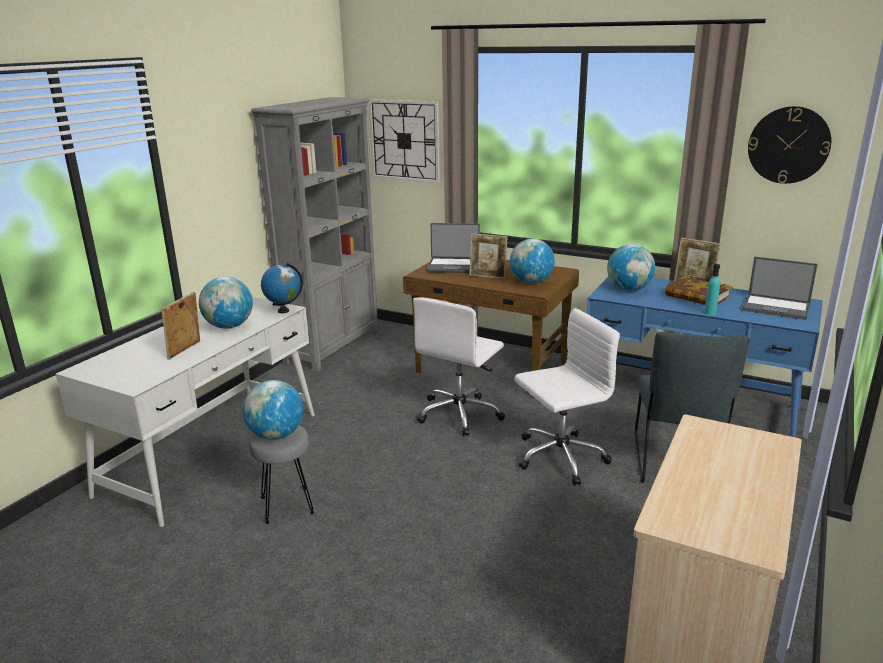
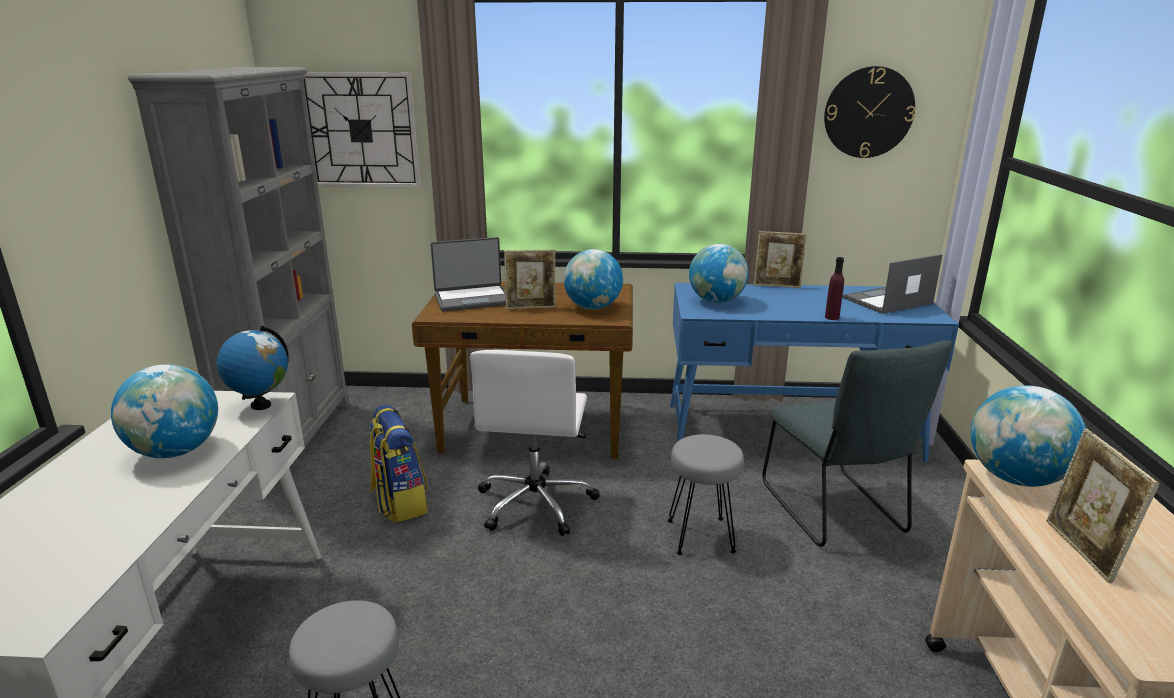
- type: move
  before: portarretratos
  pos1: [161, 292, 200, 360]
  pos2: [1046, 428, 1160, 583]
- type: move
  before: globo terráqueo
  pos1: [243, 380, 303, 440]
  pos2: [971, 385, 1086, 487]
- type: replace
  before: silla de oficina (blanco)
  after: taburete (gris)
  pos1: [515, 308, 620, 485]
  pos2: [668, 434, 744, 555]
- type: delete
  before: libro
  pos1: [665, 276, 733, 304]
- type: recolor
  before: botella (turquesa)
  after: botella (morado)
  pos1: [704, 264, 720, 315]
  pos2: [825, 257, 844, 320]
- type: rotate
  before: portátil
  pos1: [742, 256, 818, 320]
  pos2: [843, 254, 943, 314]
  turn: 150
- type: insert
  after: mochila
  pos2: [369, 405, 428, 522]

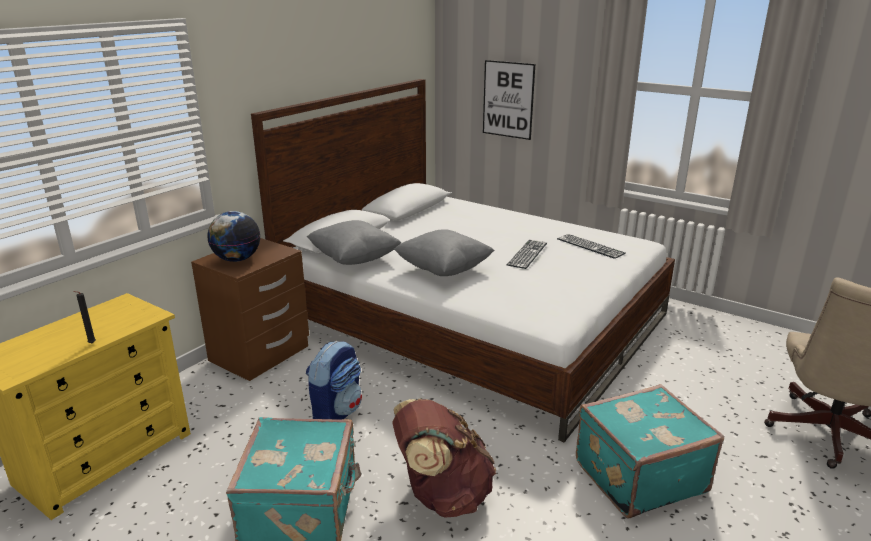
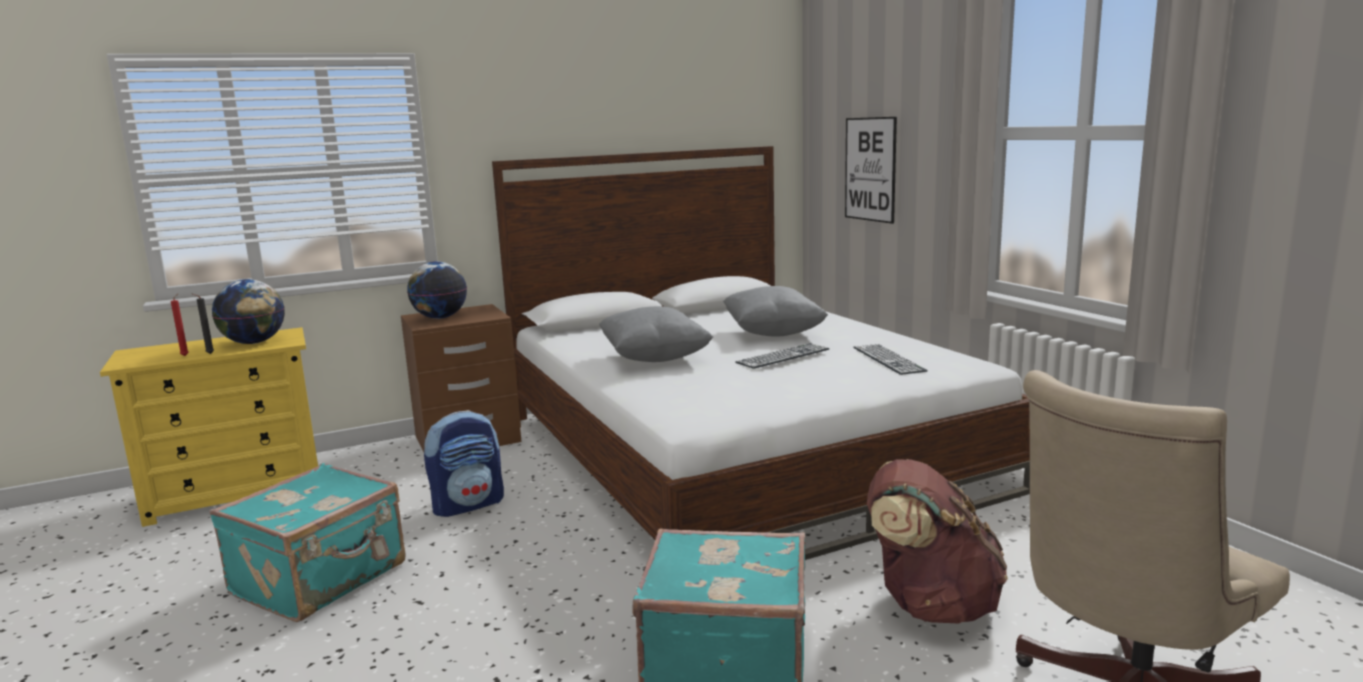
- type: move
  before: cojín (gris)
  pos1: [307, 220, 401, 265]
  pos2: [723, 286, 828, 337]
- type: move
  before: mochila (marrón)
  pos1: [392, 399, 496, 518]
  pos2: [867, 459, 1008, 623]
- type: insert
  after: vela (rojo)
  pos2: [171, 293, 189, 356]
- type: insert
  after: globo terráqueo
  pos2: [212, 279, 285, 344]

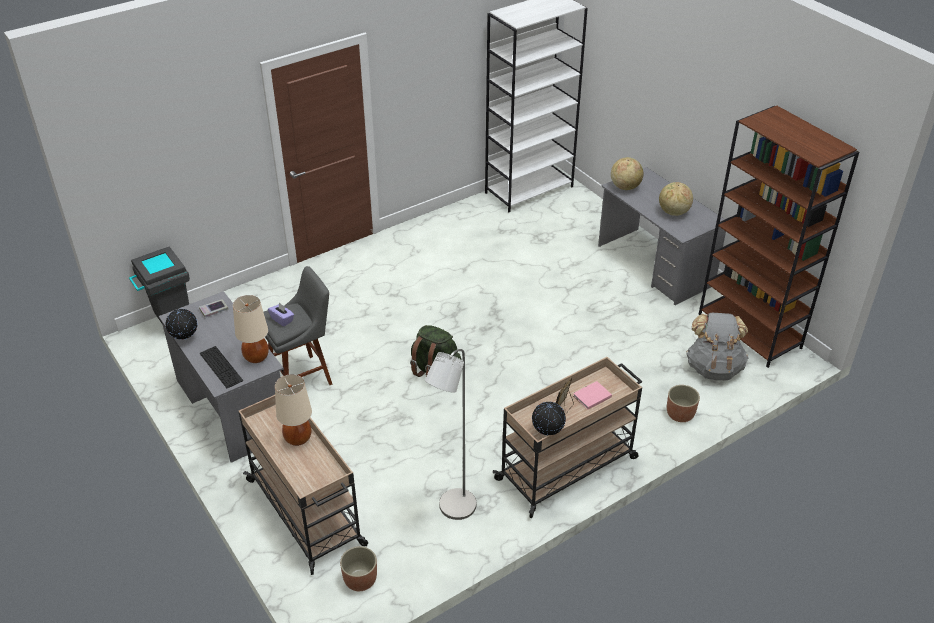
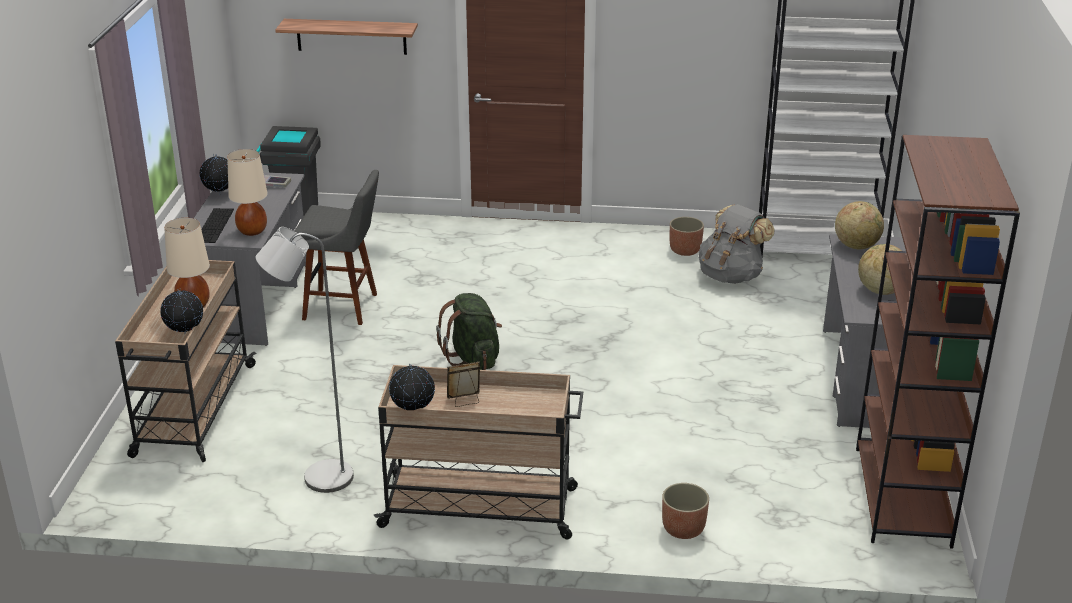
- type: delete
  before: caja de pañuelos (morado)
  pos1: [268, 303, 294, 326]
- type: move
  before: maceta
  pos1: [340, 546, 377, 591]
  pos2: [670, 217, 704, 256]
- type: delete
  before: libro (rosa)
  pos1: [573, 381, 612, 410]
- type: move
  before: mochila (gris)
  pos1: [686, 313, 748, 380]
  pos2: [698, 204, 775, 284]
- type: insert
  after: globo terráqueo
  pos2: [160, 289, 203, 334]
- type: insert
  after: estante
  pos2: [275, 19, 418, 55]

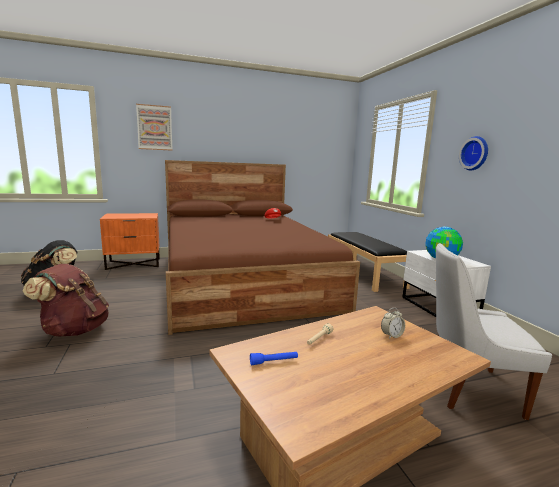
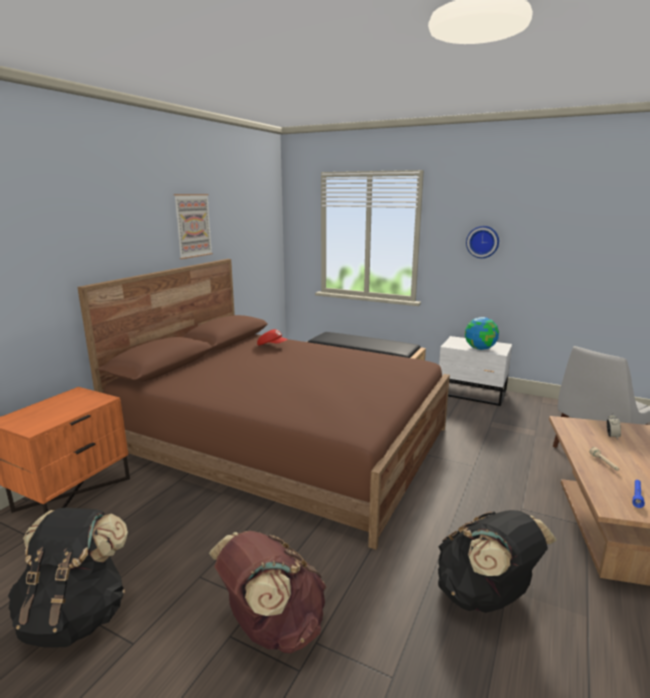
- type: move
  before: cuadro
  pos1: [136, 104, 173, 151]
  pos2: [174, 194, 213, 259]
- type: insert
  after: mochila (negro)
  pos2: [438, 510, 556, 613]

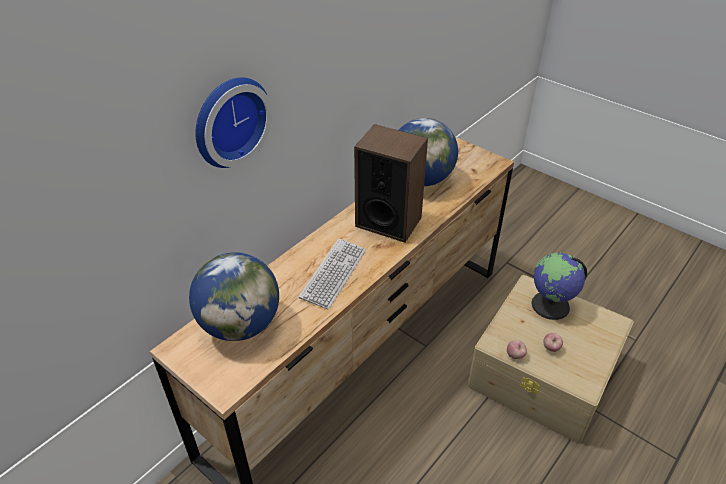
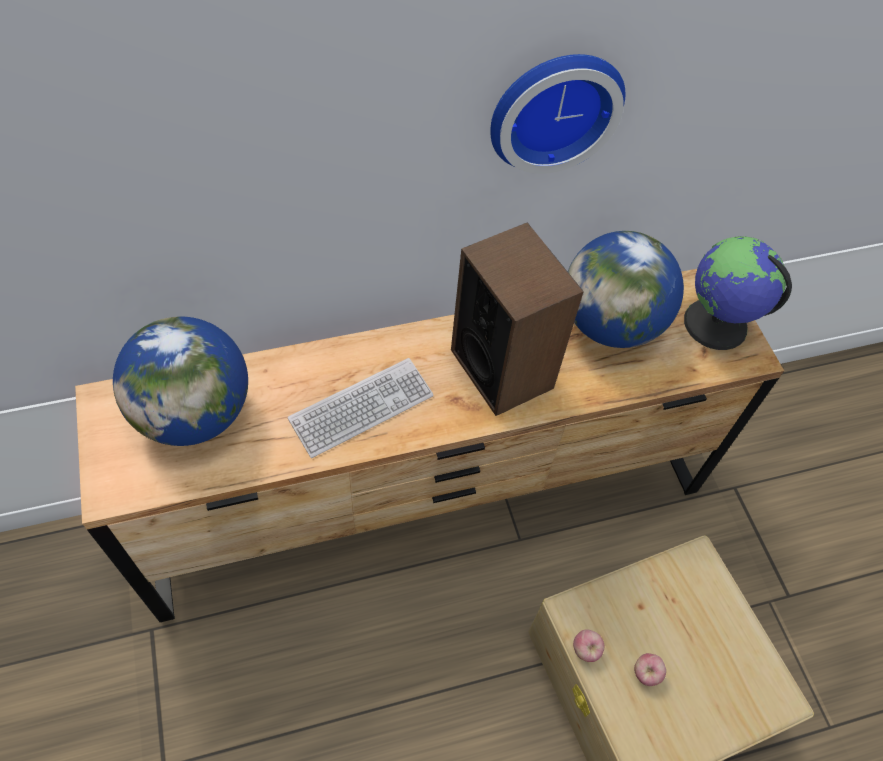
- type: move
  before: reloj de pared
  pos1: [195, 78, 272, 168]
  pos2: [491, 54, 626, 174]
- type: move
  before: globo terráqueo
  pos1: [531, 253, 587, 320]
  pos2: [684, 236, 792, 350]

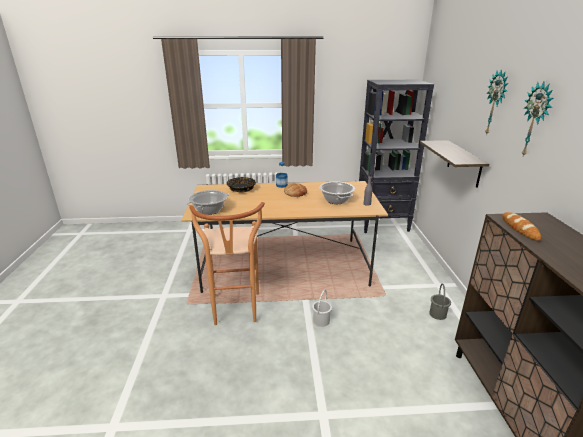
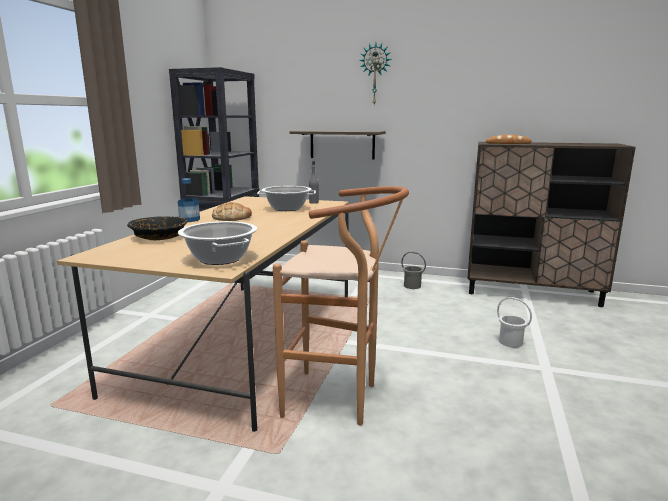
- type: move
  before: cubo (blanco)
  pos1: [312, 290, 332, 327]
  pos2: [497, 297, 532, 348]
- type: delete
  before: reloj de pared
  pos1: [521, 82, 553, 156]

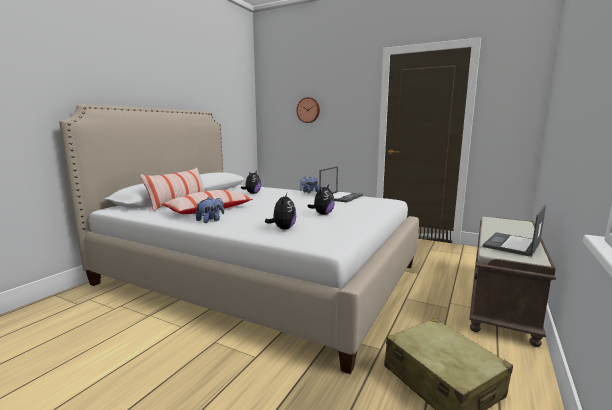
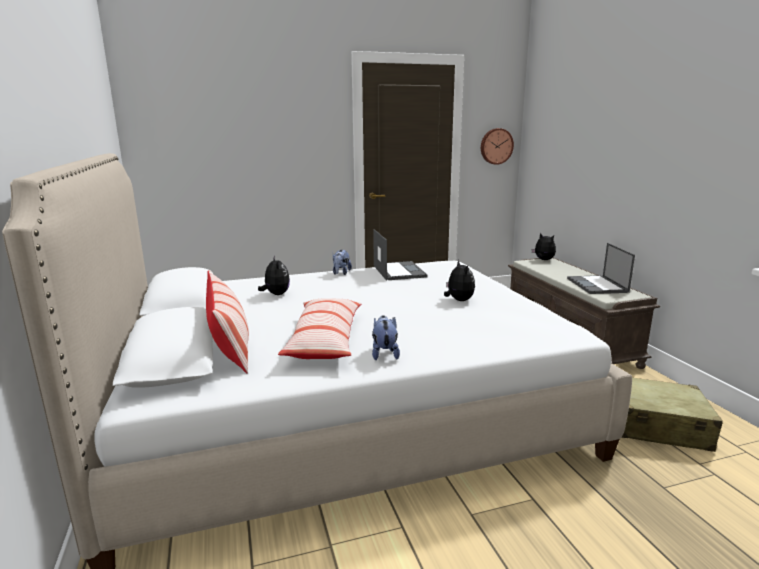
- type: move
  before: peluche
  pos1: [265, 193, 296, 229]
  pos2: [531, 233, 556, 260]
- type: move
  before: reloj de pared
  pos1: [296, 97, 320, 123]
  pos2: [481, 128, 514, 165]

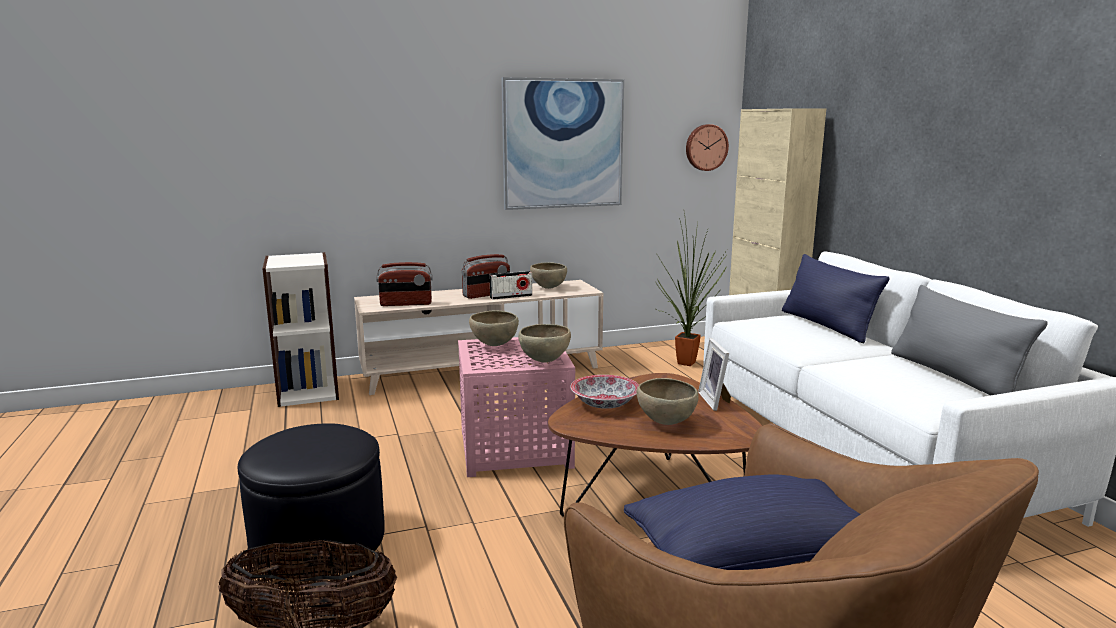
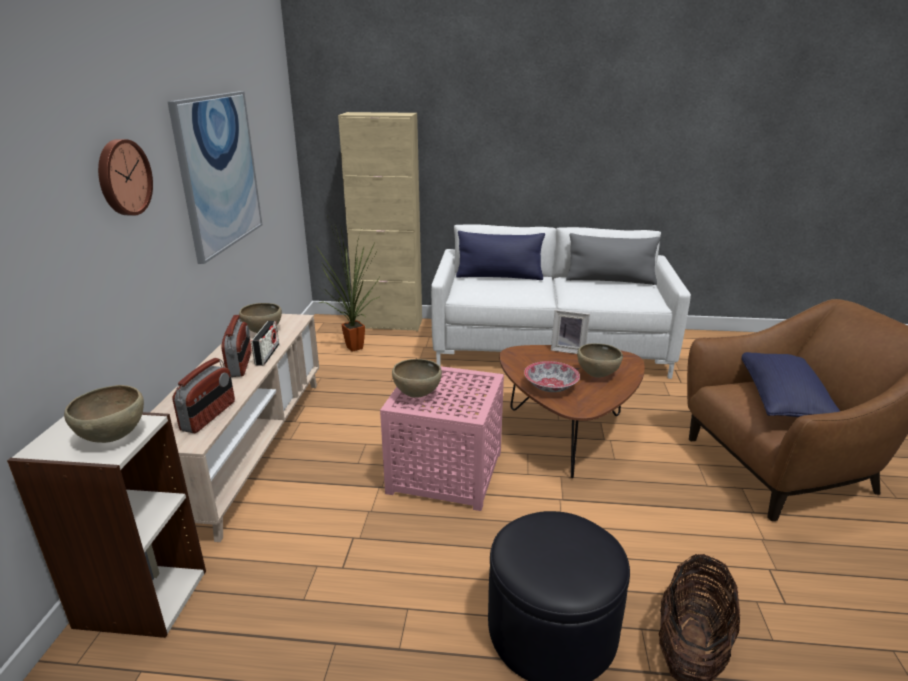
- type: move
  before: cuenco (marrón)
  pos1: [518, 324, 571, 363]
  pos2: [64, 385, 144, 443]
- type: move
  before: reloj de pared
  pos1: [686, 124, 729, 171]
  pos2: [98, 139, 153, 216]

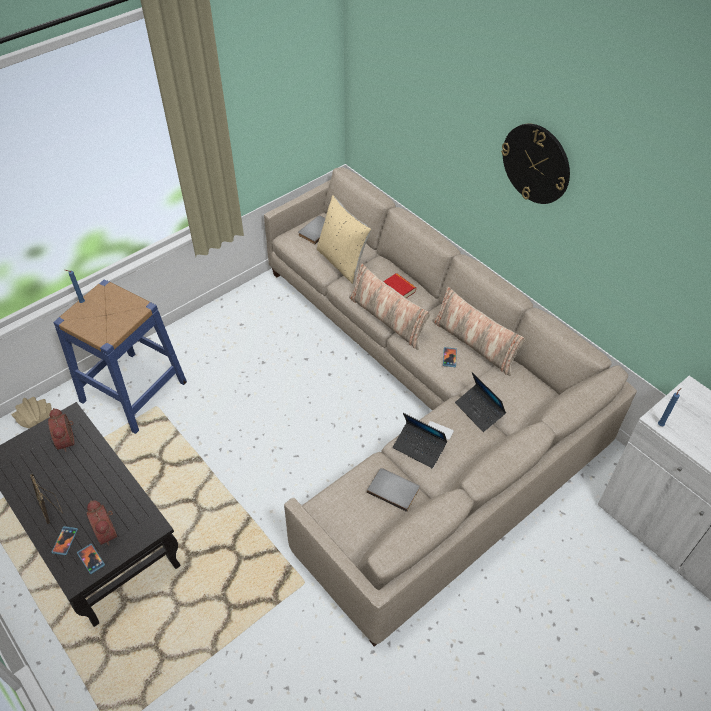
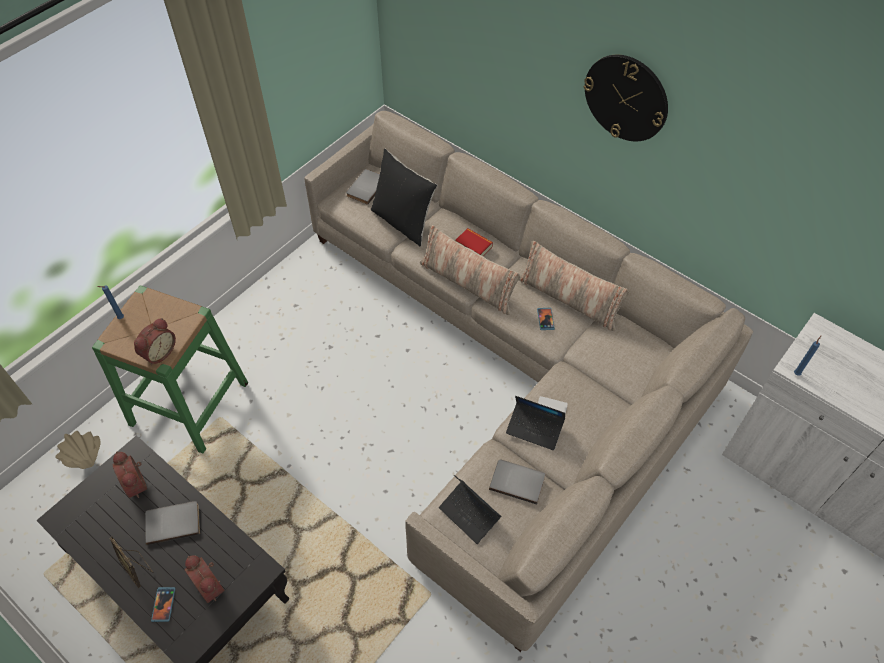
- type: recolor
  before: taburete (azul)
  after: taburete (verde)
  pos1: [53, 279, 187, 434]
  pos2: [92, 285, 248, 453]
- type: delete
  before: móvil
  pos1: [77, 544, 105, 574]
- type: recolor
  before: cojín (beis)
  after: cojín (negro)
  pos1: [316, 195, 371, 284]
  pos2: [371, 149, 437, 247]
- type: move
  before: portátil
  pos1: [455, 372, 506, 432]
  pos2: [439, 475, 501, 544]
- type: insert
  after: despertador
  pos2: [134, 318, 176, 365]
- type: insert
  after: libro (gris)
  pos2: [145, 501, 200, 545]

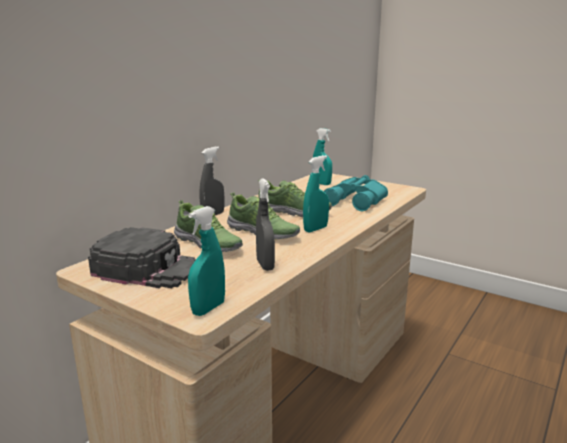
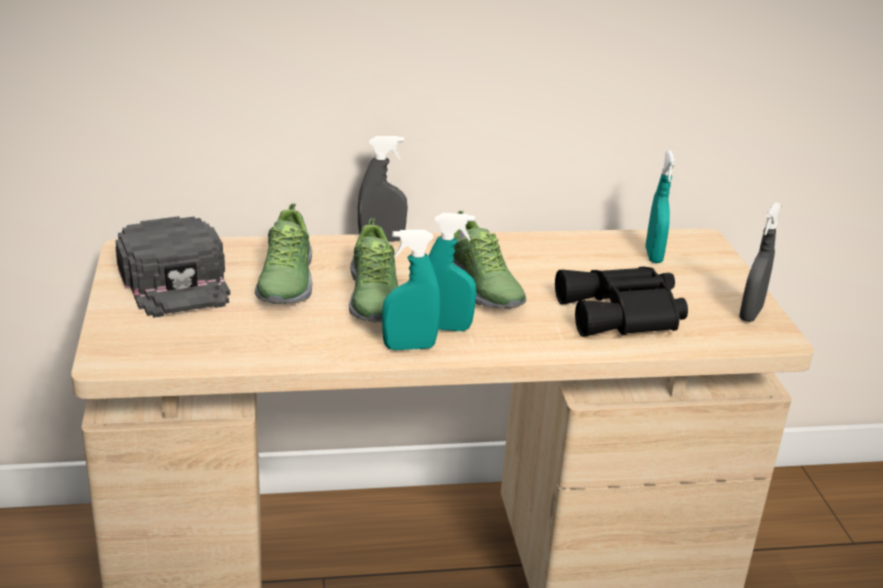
- type: move
  before: pulverizador (turquesa)
  pos1: [188, 206, 225, 316]
  pos2: [382, 230, 441, 350]
- type: move
  before: pulverizador (gris)
  pos1: [256, 178, 275, 271]
  pos2: [739, 202, 781, 322]
- type: recolor
  before: prismáticos (turquesa)
  after: prismáticos (negro)
  pos1: [324, 175, 388, 211]
  pos2: [555, 267, 688, 337]

